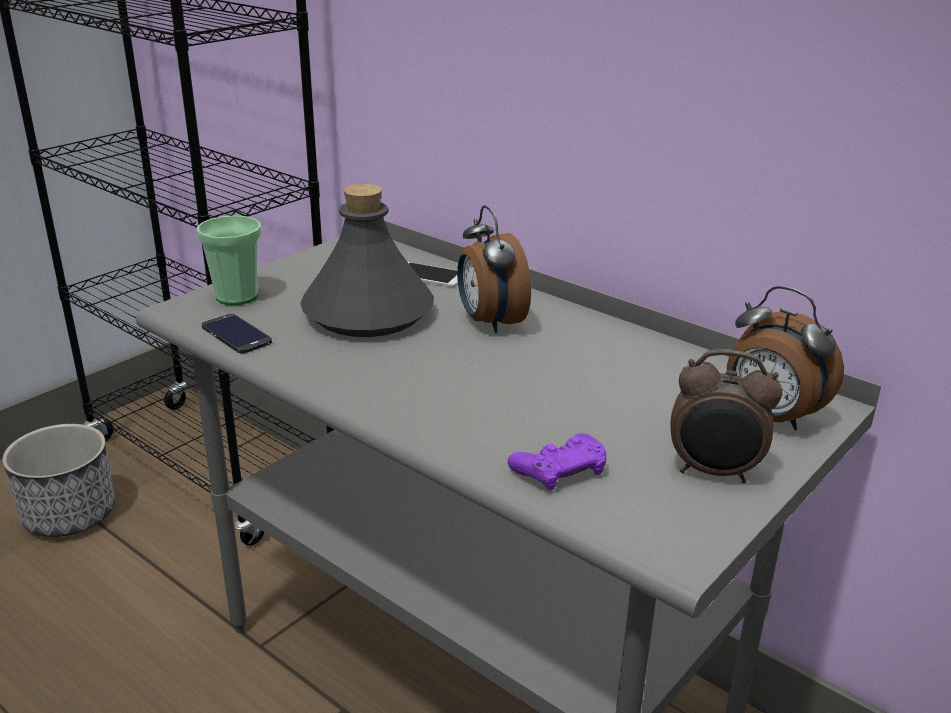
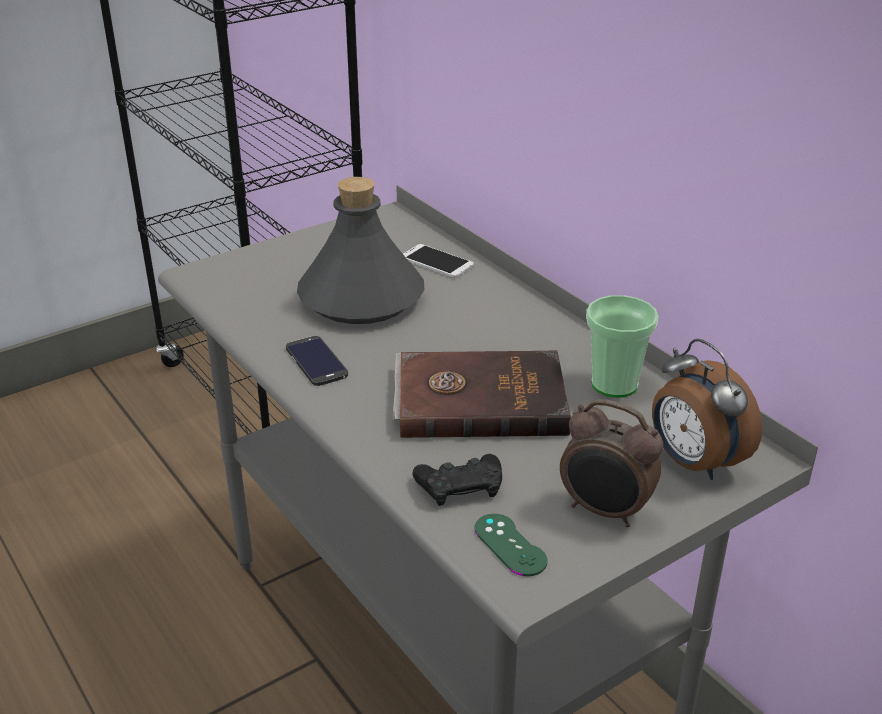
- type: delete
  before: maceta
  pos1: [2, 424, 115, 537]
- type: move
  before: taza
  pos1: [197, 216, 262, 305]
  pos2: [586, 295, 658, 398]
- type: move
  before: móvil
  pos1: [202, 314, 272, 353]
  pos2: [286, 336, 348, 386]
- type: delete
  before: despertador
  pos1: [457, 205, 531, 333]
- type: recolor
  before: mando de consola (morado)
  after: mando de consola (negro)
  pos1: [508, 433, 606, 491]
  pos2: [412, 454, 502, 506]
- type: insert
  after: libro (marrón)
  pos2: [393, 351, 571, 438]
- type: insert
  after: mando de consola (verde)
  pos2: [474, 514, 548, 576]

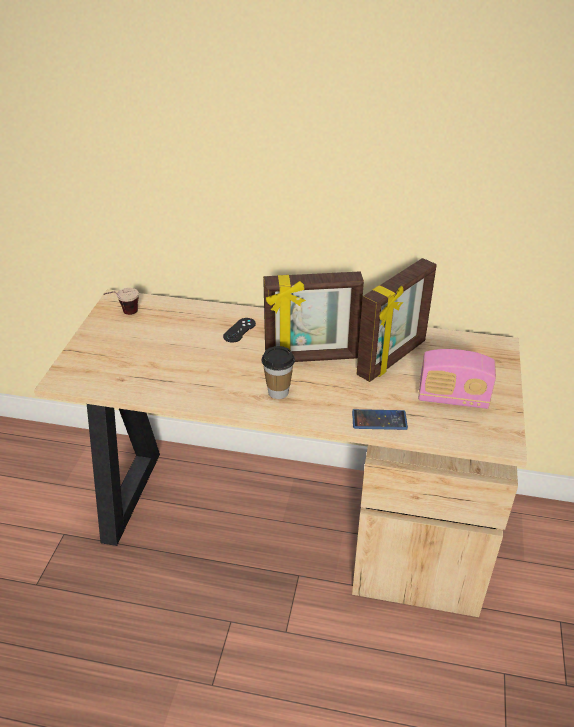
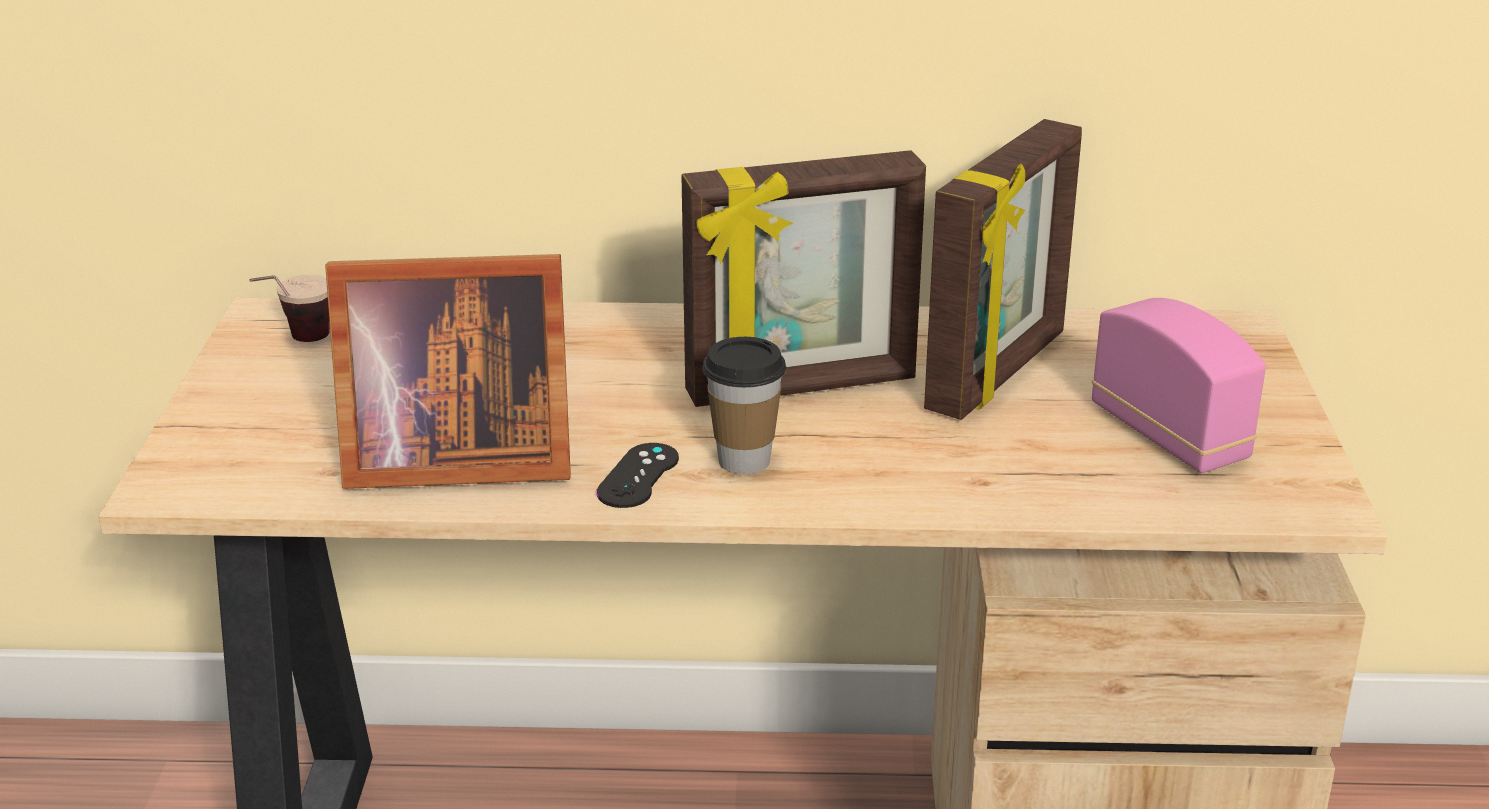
- type: move
  before: mando de consola (negro)
  pos1: [223, 318, 256, 343]
  pos2: [597, 443, 679, 508]
- type: delete
  before: móvil
  pos1: [352, 409, 408, 430]
- type: rotate
  before: radio
  pos1: [419, 349, 496, 409]
  pos2: [1092, 298, 1266, 473]
  turn: -120
- type: insert
  after: portarretratos
  pos2: [325, 254, 571, 489]

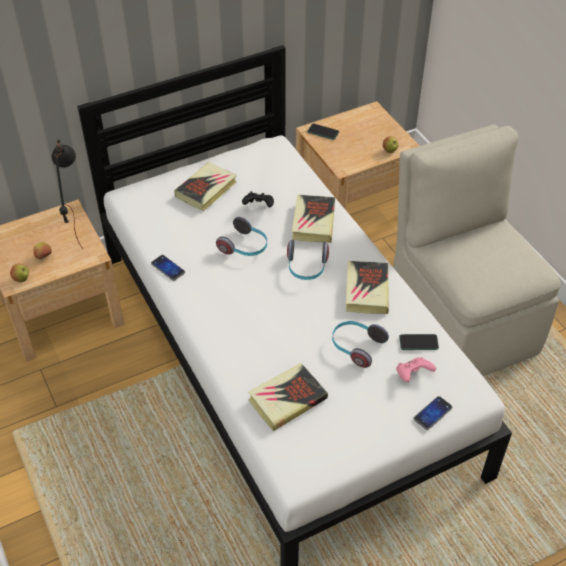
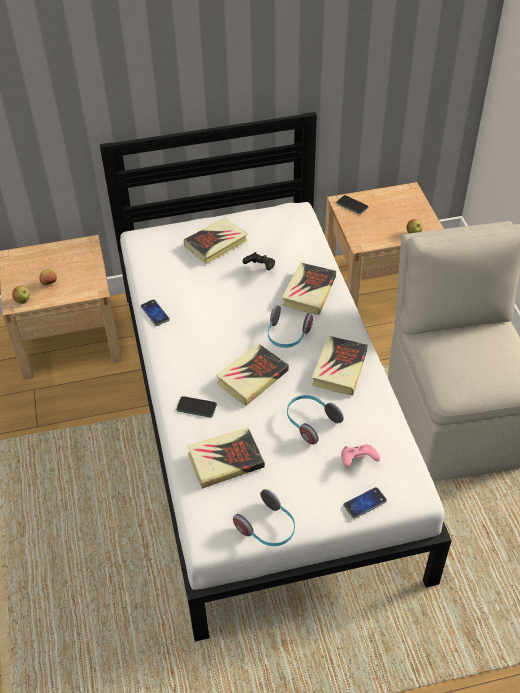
- type: delete
  before: lámpara de mesa (negro)
  pos1: [52, 140, 83, 249]
- type: move
  before: auriculares
  pos1: [216, 217, 267, 256]
  pos2: [233, 489, 295, 546]
- type: move
  before: móvil
  pos1: [399, 334, 439, 350]
  pos2: [176, 396, 217, 417]
- type: insert
  after: libro
  pos2: [216, 343, 289, 406]

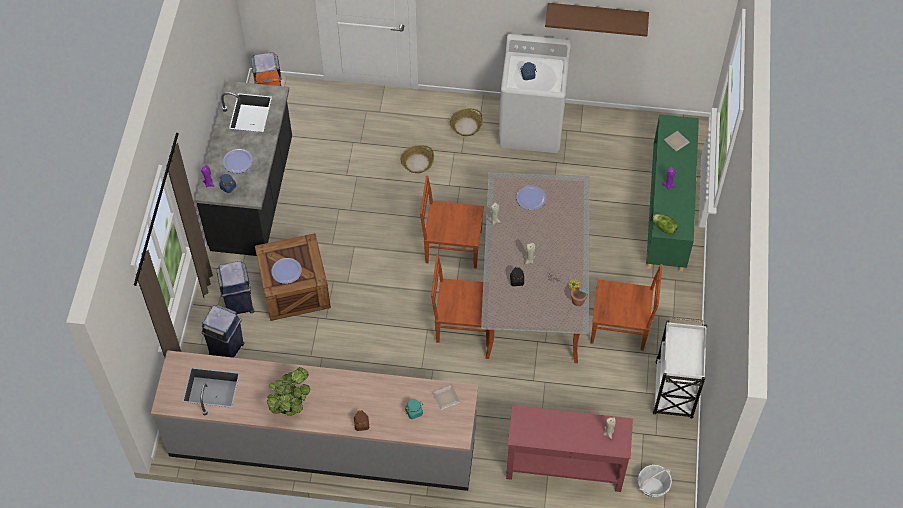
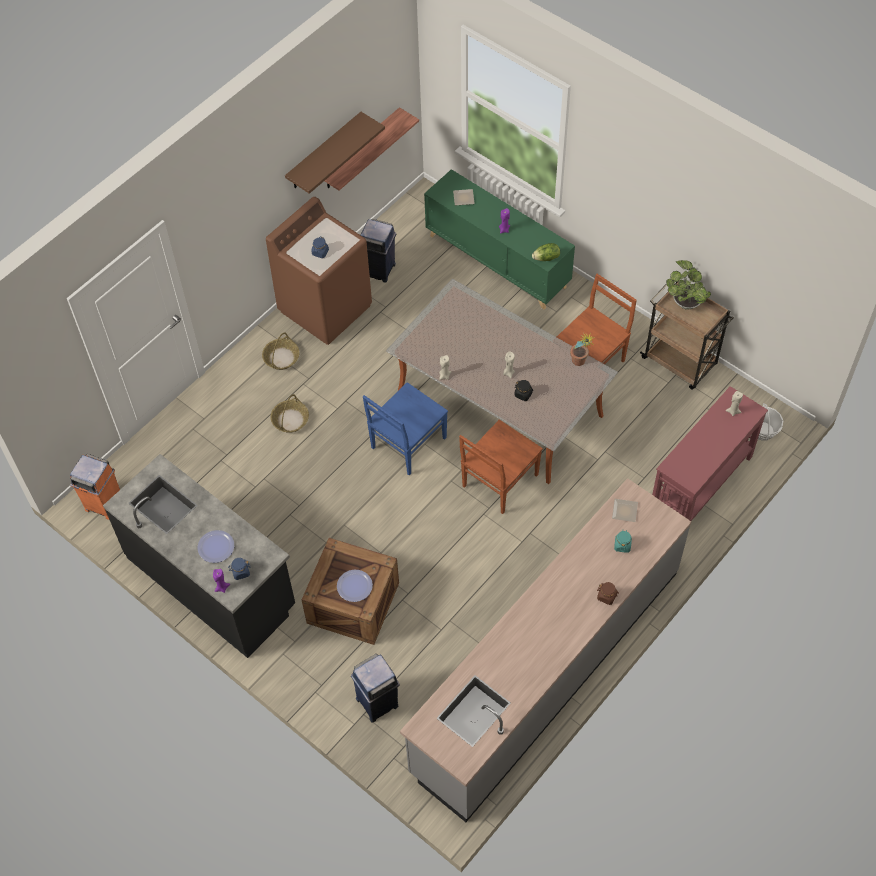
- type: move
  before: papelera (azul)
  pos1: [216, 261, 254, 314]
  pos2: [361, 219, 396, 283]
- type: move
  before: planta en maceta
  pos1: [267, 367, 310, 416]
  pos2: [666, 260, 711, 310]
- type: recolor
  before: silla (marrón)
  after: silla (azul)
  pos1: [420, 176, 484, 268]
  pos2: [363, 382, 448, 475]
- type: recolor
  before: lavadora (blanco)
  after: lavadora (marrón)
  pos1: [498, 34, 571, 153]
  pos2: [266, 197, 372, 345]
- type: delete
  before: plato
  pos1: [516, 185, 546, 210]
- type: recolor
  before: carrito (blanco)
  after: carrito (marrón)
  pos1: [653, 317, 707, 418]
  pos2: [640, 281, 734, 390]
- type: insert
  after: estante
  pos2: [325, 107, 419, 190]

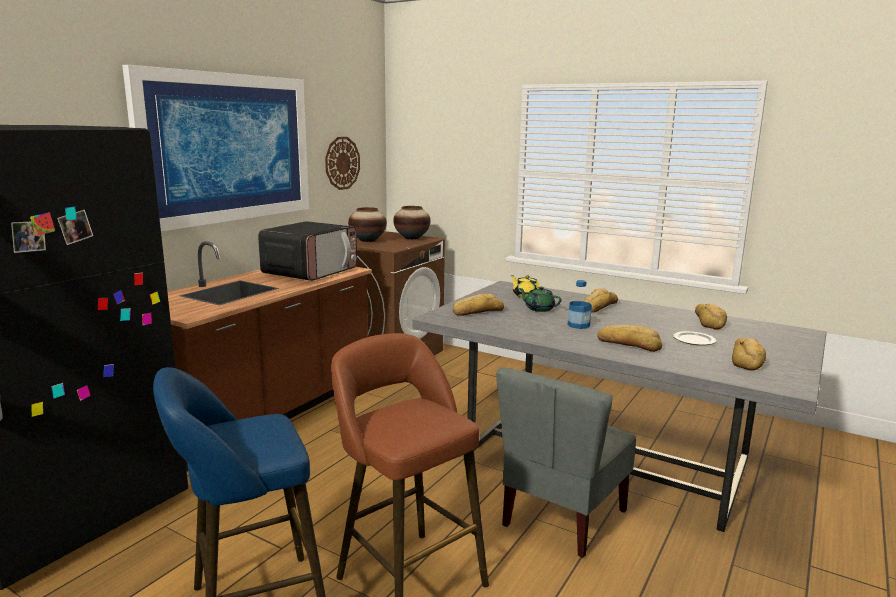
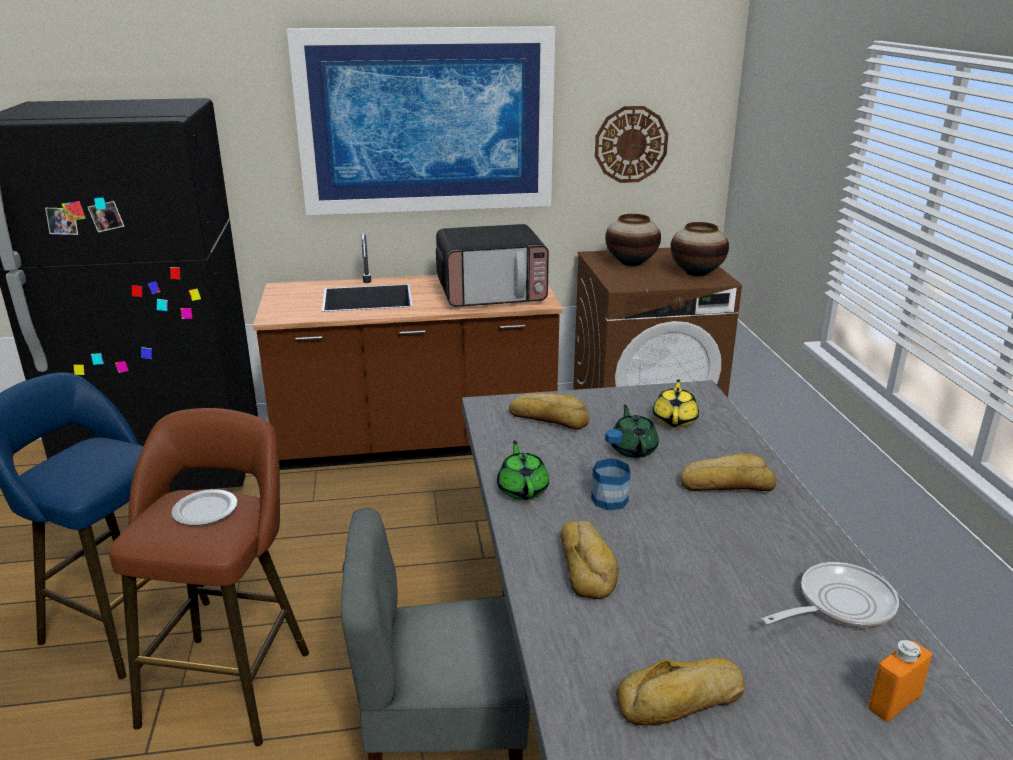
- type: move
  before: plato
  pos1: [673, 331, 716, 345]
  pos2: [172, 489, 238, 526]
- type: replace
  before: pan
  after: sartén
  pos1: [695, 303, 727, 329]
  pos2: [761, 562, 899, 627]
- type: insert
  after: tetera (verde)
  pos2: [497, 440, 549, 500]
- type: insert
  after: botella (naranja)
  pos2: [869, 640, 932, 722]

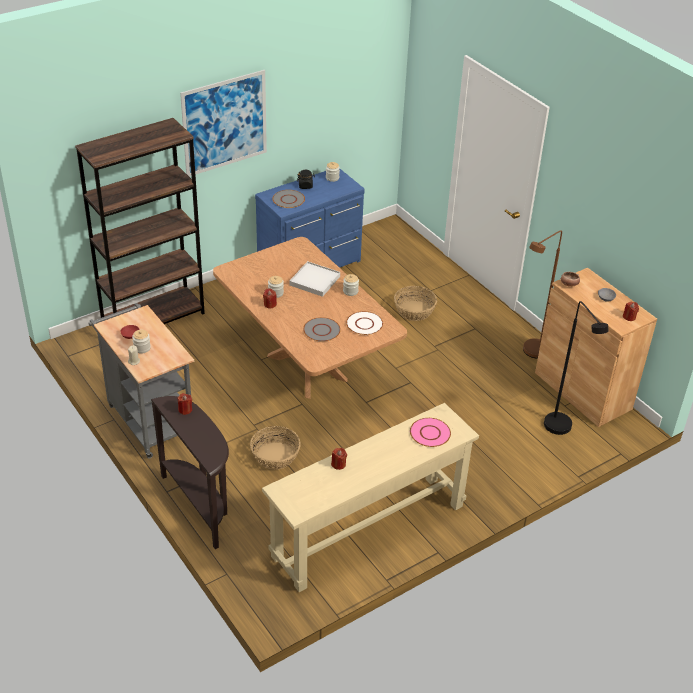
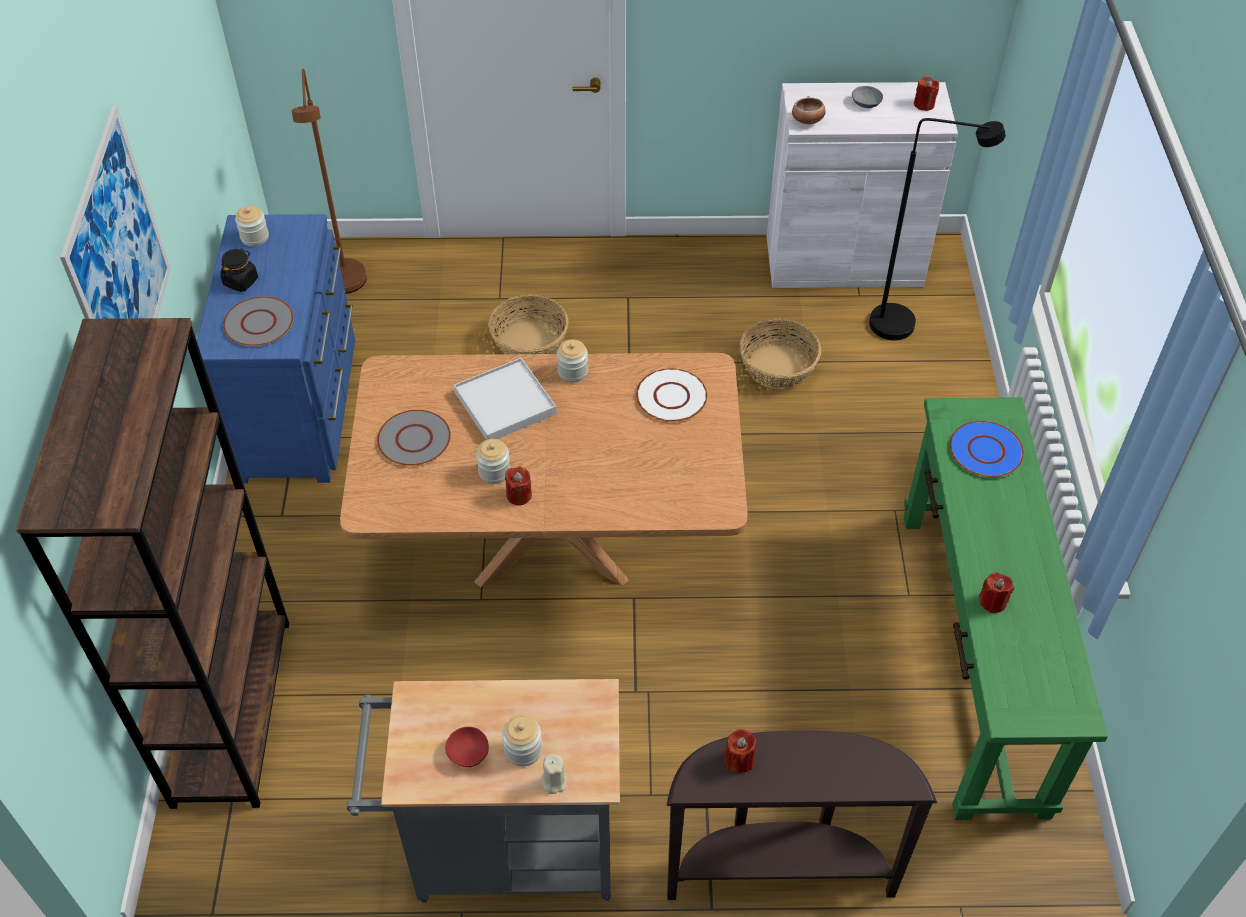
- type: move
  before: cesta
  pos1: [250, 426, 301, 470]
  pos2: [740, 318, 821, 389]
- type: recolor
  before: mesa consola (beis)
  after: mesa consola (verde)
  pos1: [262, 403, 479, 592]
  pos2: [904, 397, 1108, 820]
- type: move
  before: plato (gris)
  pos1: [303, 317, 341, 342]
  pos2: [377, 410, 451, 466]
- type: recolor
  before: plato (rosa)
  after: plato (azul)
  pos1: [410, 418, 451, 447]
  pos2: [950, 421, 1024, 477]
- type: move
  before: lámpara de pie (marrón)
  pos1: [523, 230, 562, 359]
  pos2: [292, 69, 367, 294]
- type: recolor
  before: armario (marrón)
  after: armario (blanco)
  pos1: [535, 268, 657, 427]
  pos2: [767, 82, 958, 288]

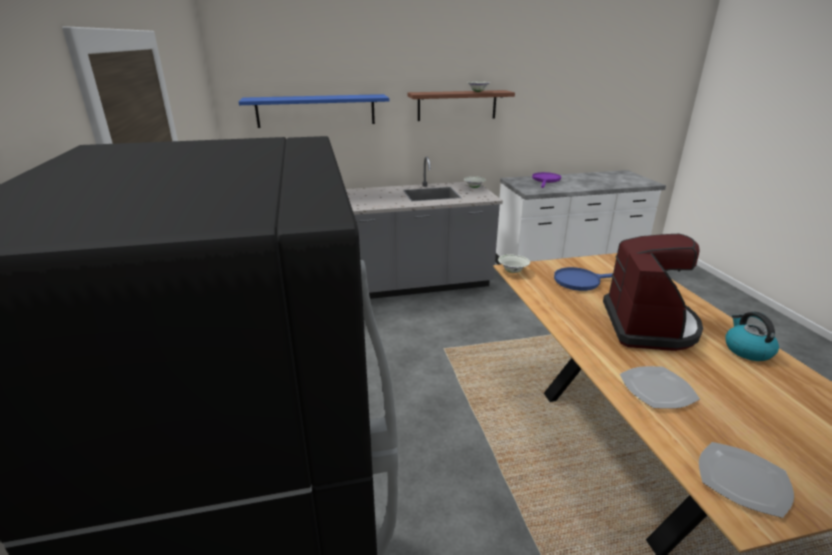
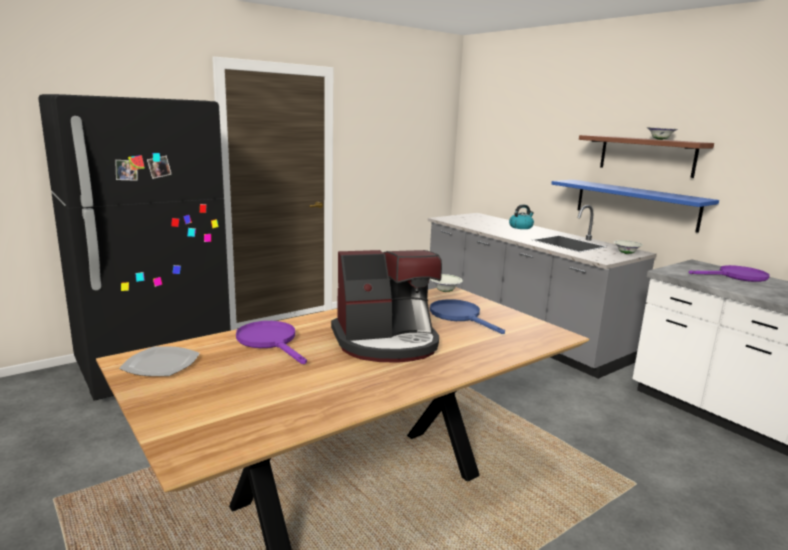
- type: move
  before: estante (azul)
  pos1: [239, 94, 389, 128]
  pos2: [552, 180, 719, 233]
- type: replace
  before: plato
  after: sartén (morado)
  pos1: [620, 366, 700, 409]
  pos2: [236, 321, 307, 364]
- type: move
  before: hervidor
  pos1: [725, 312, 779, 361]
  pos2: [509, 204, 534, 229]

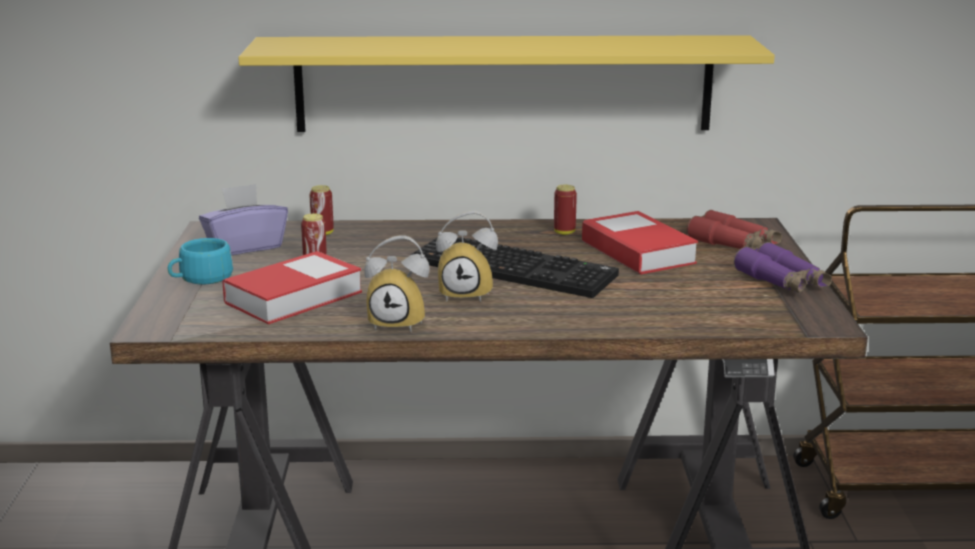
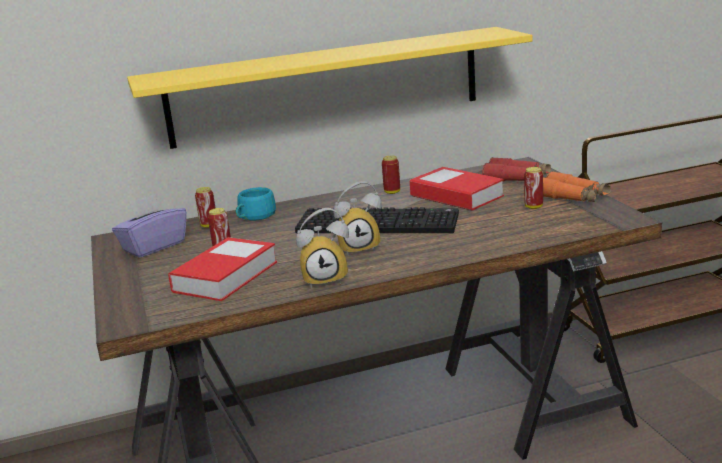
- type: move
  before: taza (turquesa)
  pos1: [168, 238, 233, 284]
  pos2: [236, 187, 276, 221]
- type: recolor
  before: prismáticos (morado)
  after: prismáticos (naranja)
  pos1: [734, 242, 832, 293]
  pos2: [543, 171, 611, 202]
- type: insert
  after: lata
  pos2: [524, 167, 543, 209]

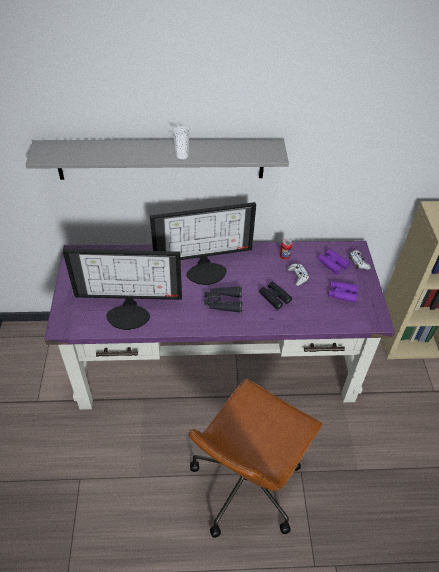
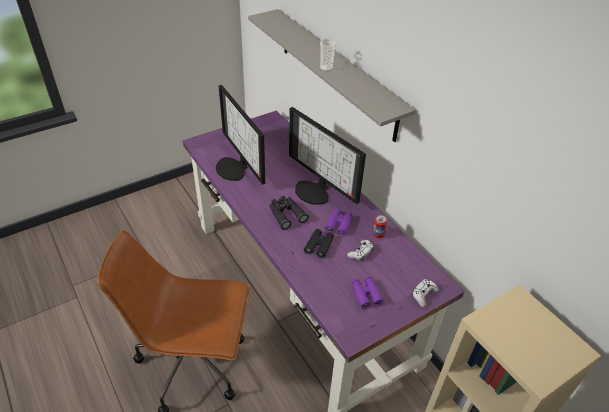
- type: move
  before: prismáticos (morado)
  pos1: [318, 249, 350, 275]
  pos2: [325, 209, 353, 236]

